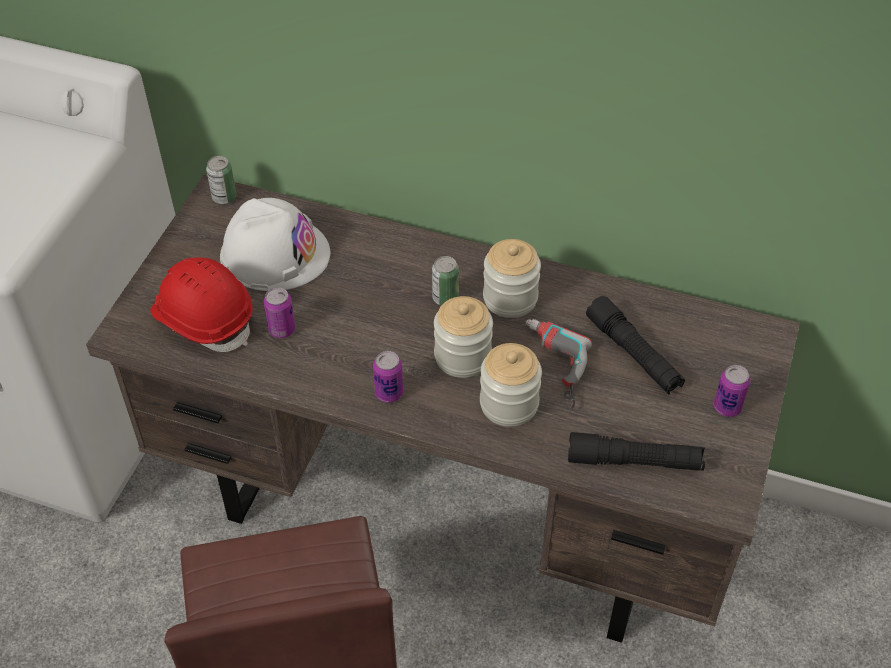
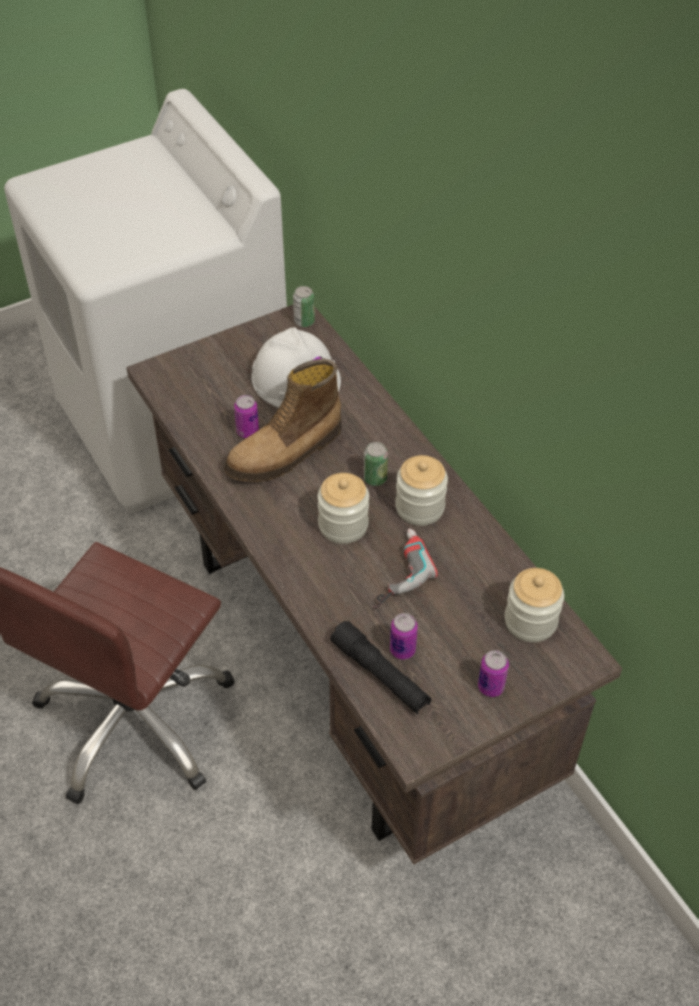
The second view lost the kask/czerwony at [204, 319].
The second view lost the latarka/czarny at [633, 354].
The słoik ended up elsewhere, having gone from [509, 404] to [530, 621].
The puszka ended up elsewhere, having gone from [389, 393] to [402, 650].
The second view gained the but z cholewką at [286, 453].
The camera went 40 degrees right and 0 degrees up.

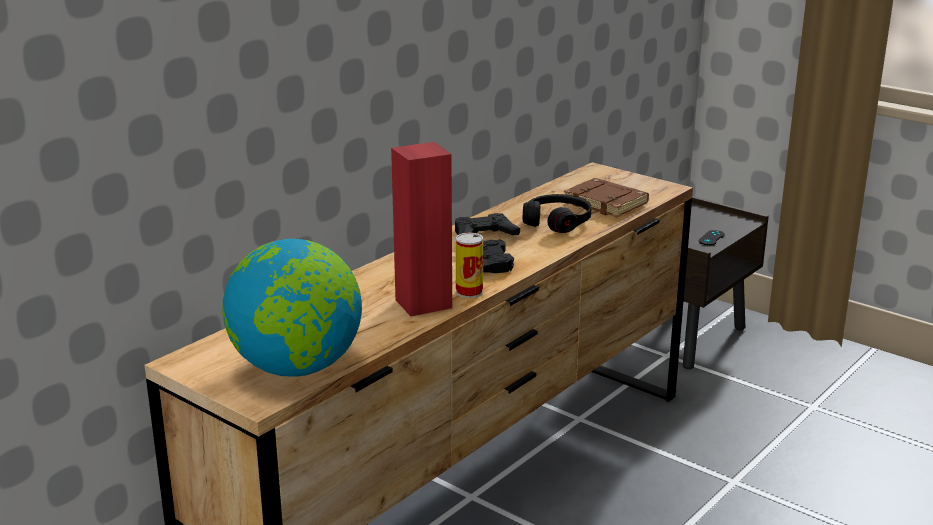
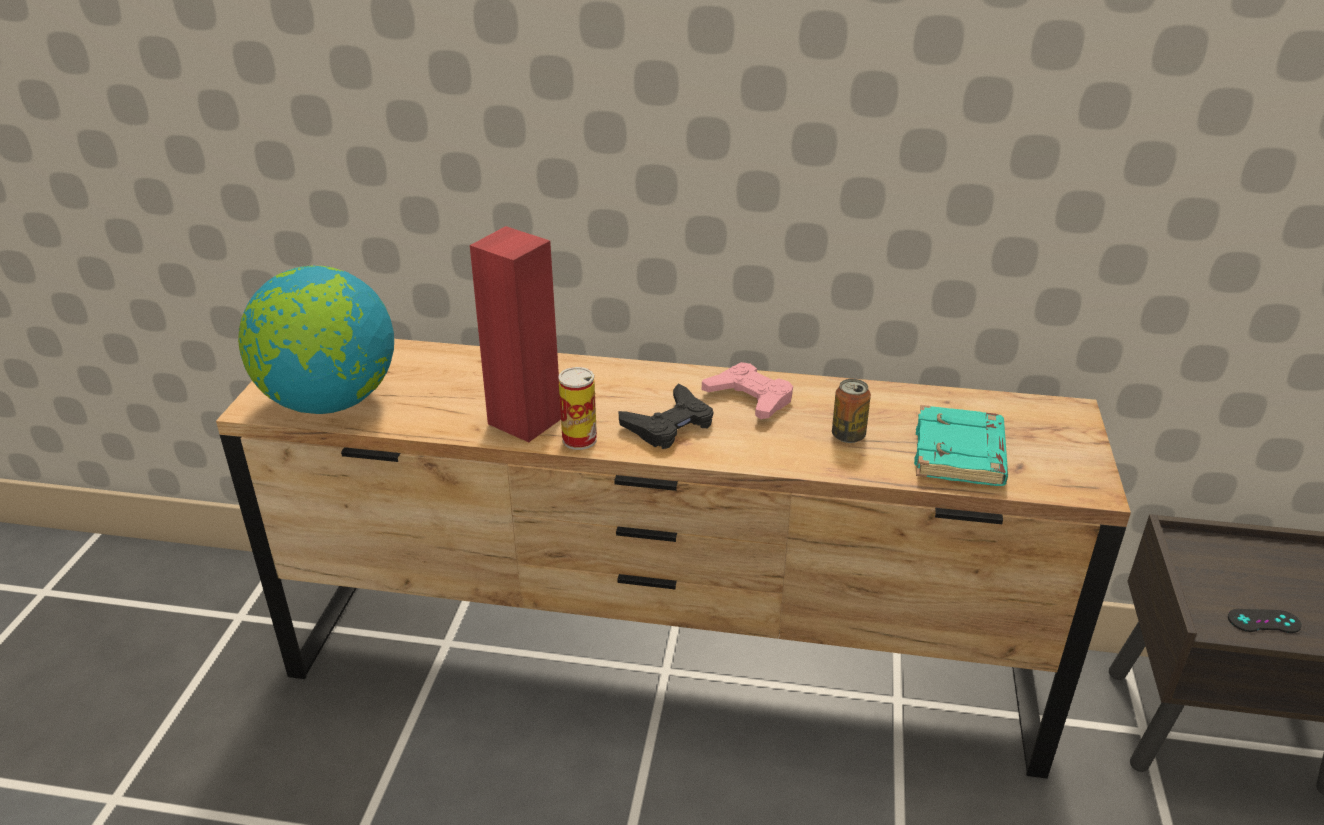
What was the książka/brązowy at [607, 203] turned into the książka/turkusowy at [961, 454].
Where the słuchawki/czarny stood at [557, 222], the puszka came to stand at [848, 435].
What was the pad do gier/czarny at [484, 234] turned into the pad do gier/różowy at [750, 398].
The camera went 60 degrees right and 10 degrees up.

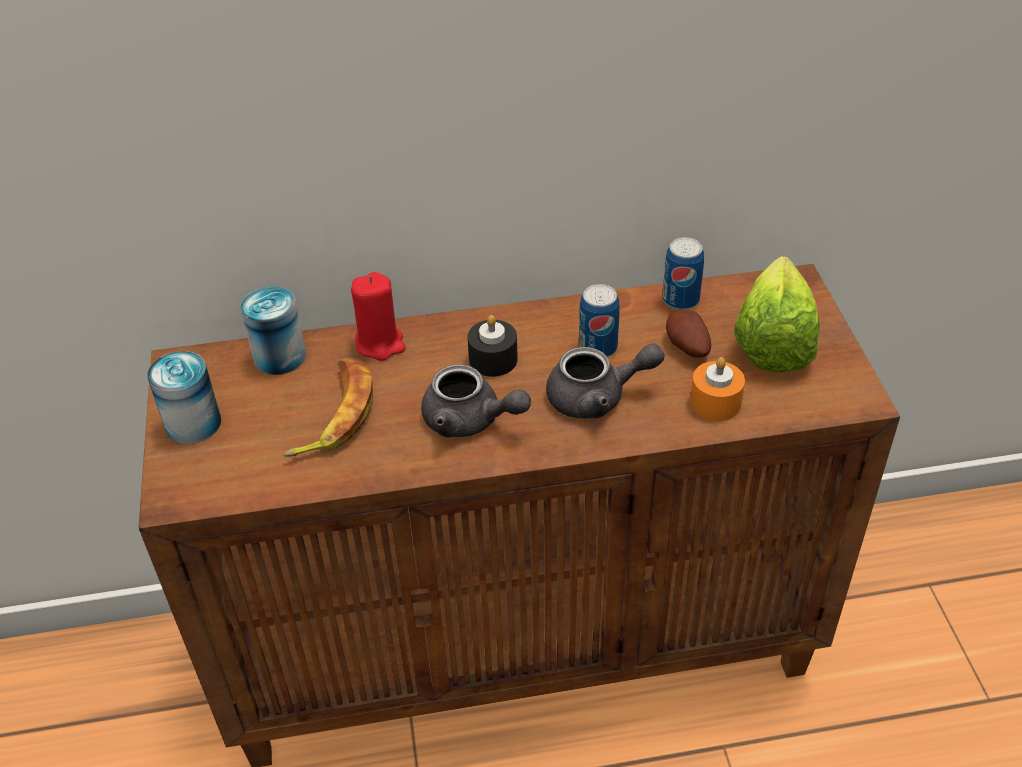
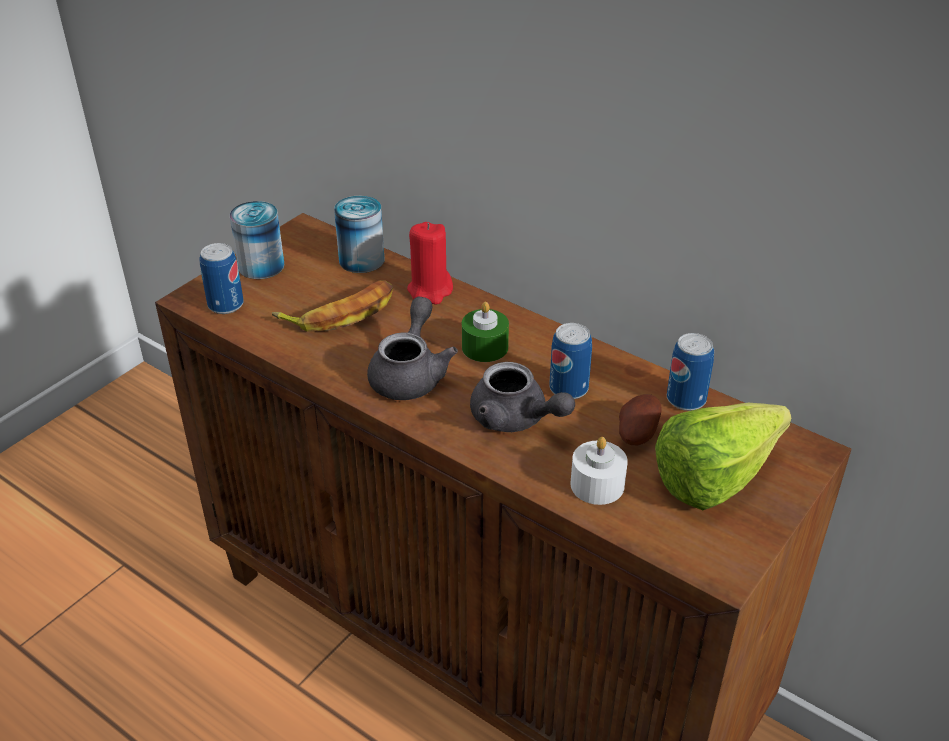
What was the świeca/czarny at [493, 359] turned into the świeca/zielony at [485, 347].
What was the świeca/pomarańczowy at [715, 402] turned into the świeca/biały at [597, 485].
The imbryk/szary at [470, 421] ended up facing another way, 150 degrees counterclockwise from before.
The second view gained the puszka at [226, 305].
The camera went 45 degrees right and 5 degrees down.

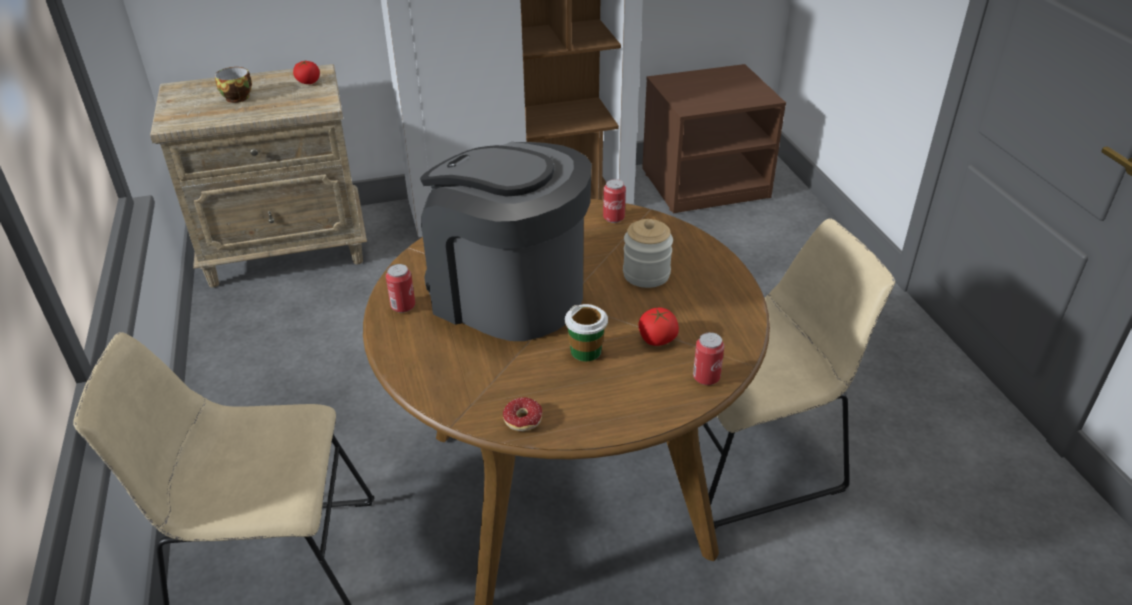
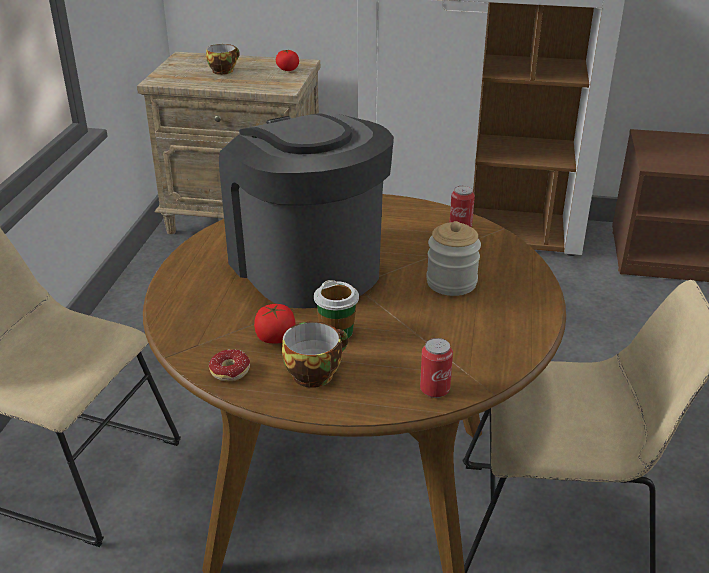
The second view lost the puszka at [403, 306].
The pomidor ended up elsewhere, having gone from [657, 339] to [275, 338].
The second view gained the filiżanka at [314, 373].
The camera went 25 degrees right and 5 degrees down.

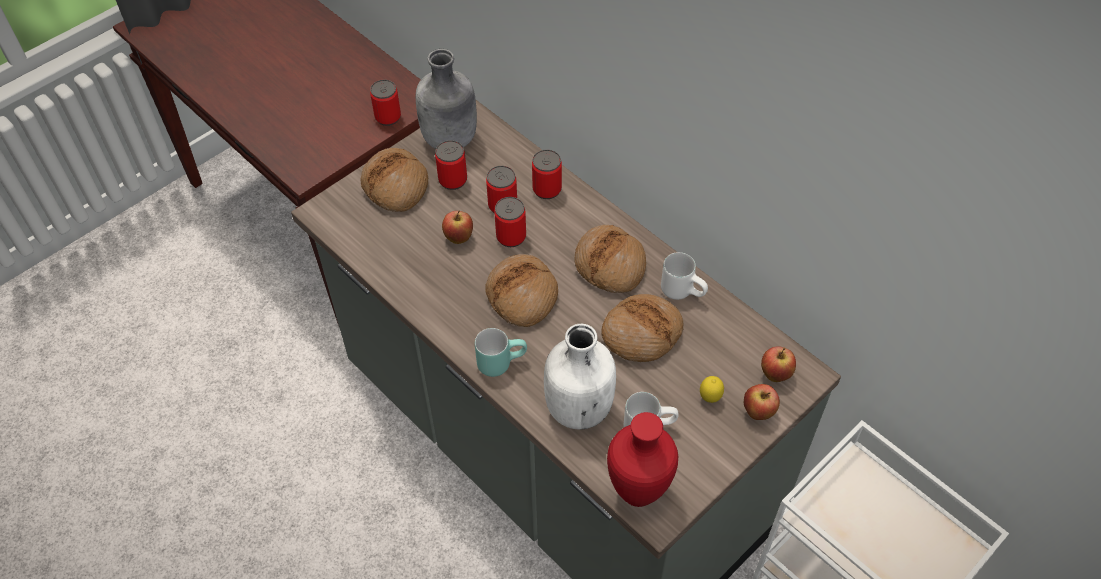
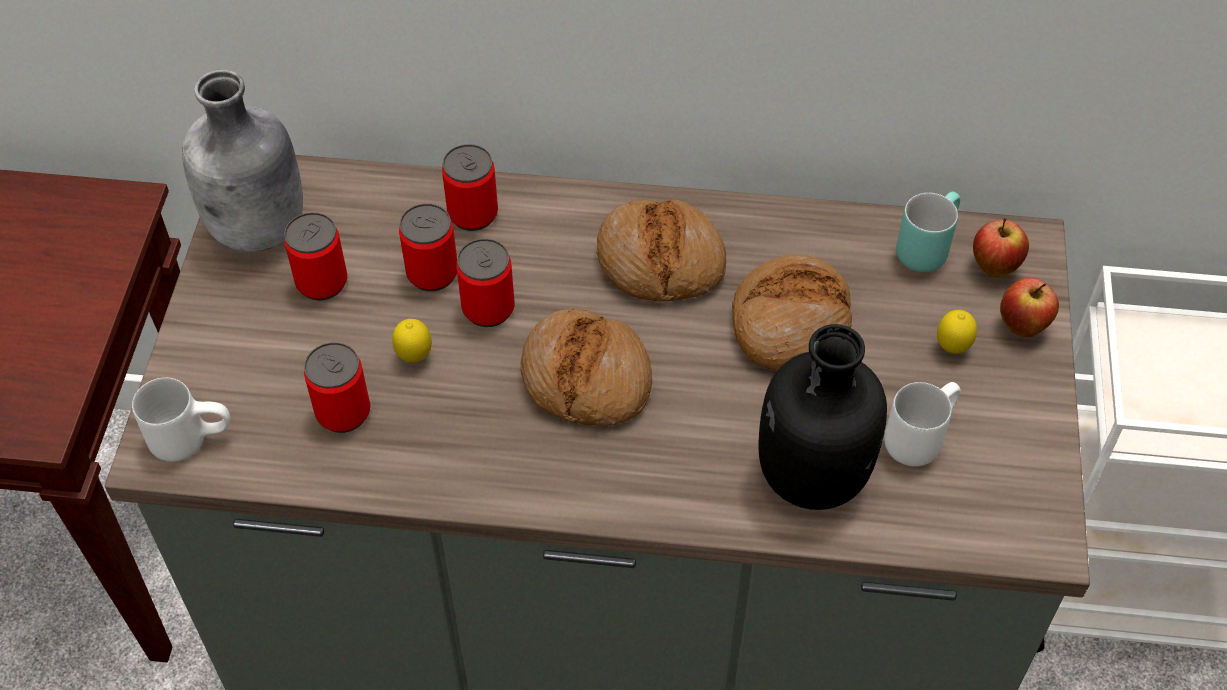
The puszka ended up elsewhere, having gone from [388, 117] to [343, 412].
The second view lost the chleb at [396, 186].
Where the jabłko stood at [459, 238], the cytryna came to stand at [414, 357].
The kubek/biały ended up elsewhere, having gone from [683, 291] to [192, 437].
What was the butelka/biały at [577, 407] turned into the butelka/czarny at [809, 475].
The kubek/turkusowy ended up elsewhere, having gone from [501, 361] to [924, 246].
The second view lost the wazon/czerwony at [635, 493].
The camera went 40 degrees left and 0 degrees up.

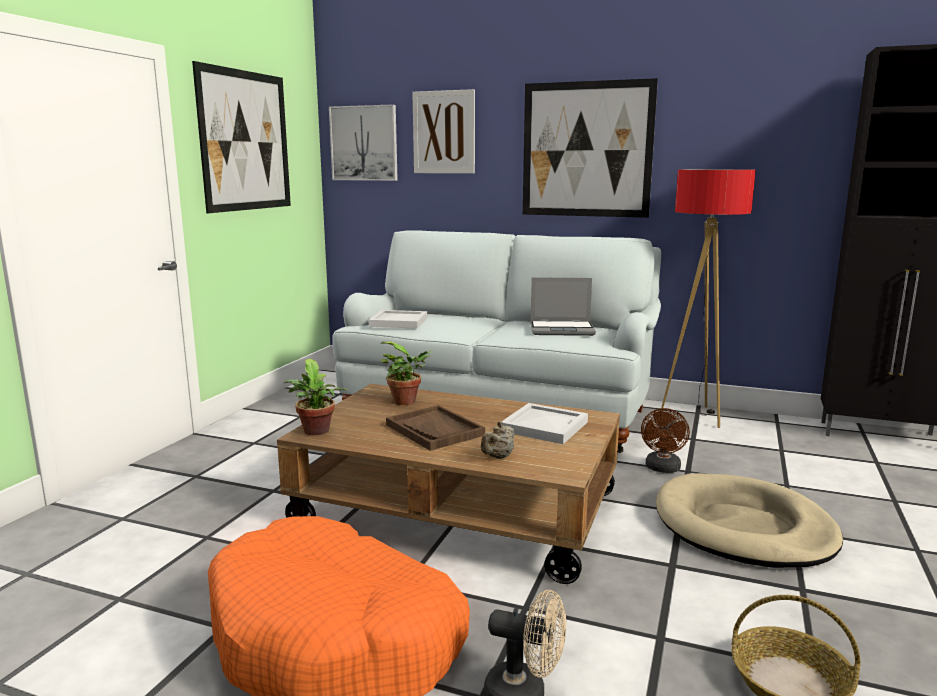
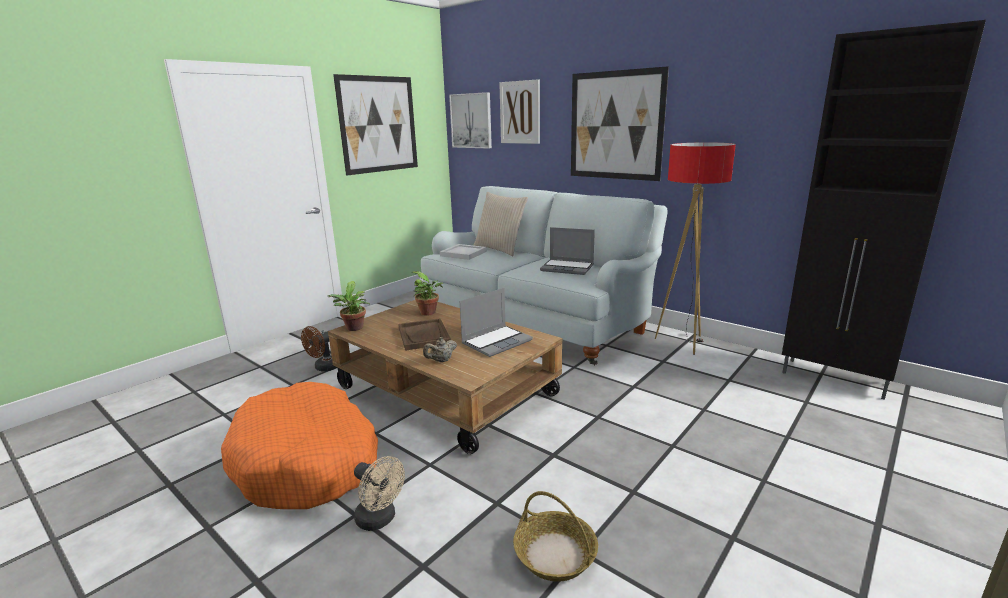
Where the taca/biały stood at [544, 426], the laptop came to stand at [497, 341].
The wentylator/brązowy ended up elsewhere, having gone from [662, 469] to [324, 368].
The second view lost the legowisko/beżowy at [743, 527].
The second view gained the poduszka/beżowy at [500, 249].
The camera went 20 degrees right and 5 degrees up.

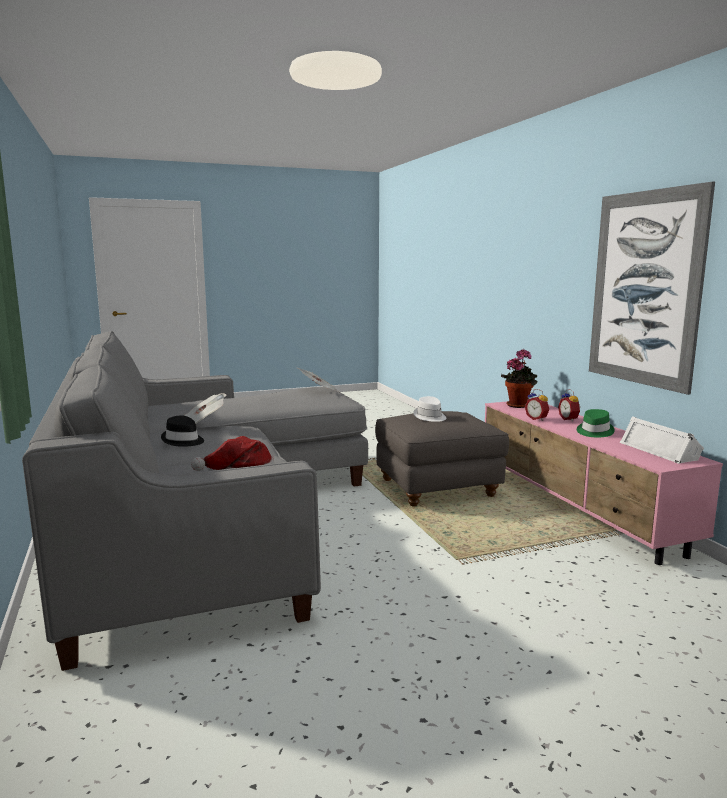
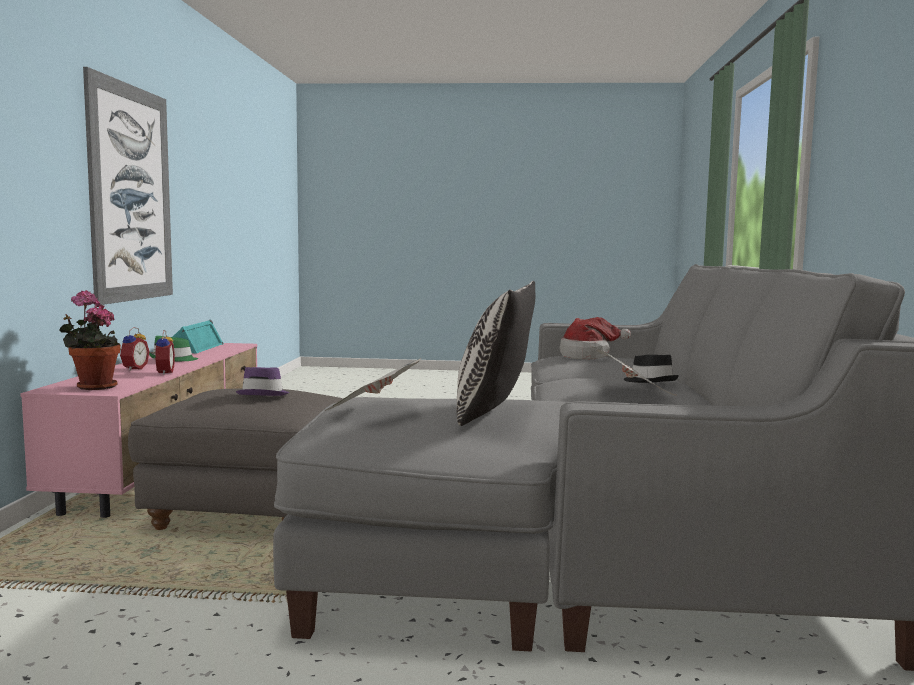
What was the kapelusz/biały at [430, 417] turned into the kapelusz/fioletowy at [264, 394].
What was the głośnik/biały at [660, 450] turned into the głośnik/turkusowy at [195, 348].
The second view gained the poduszka at [493, 414].
The camera went 155 degrees left and 5 degrees down.

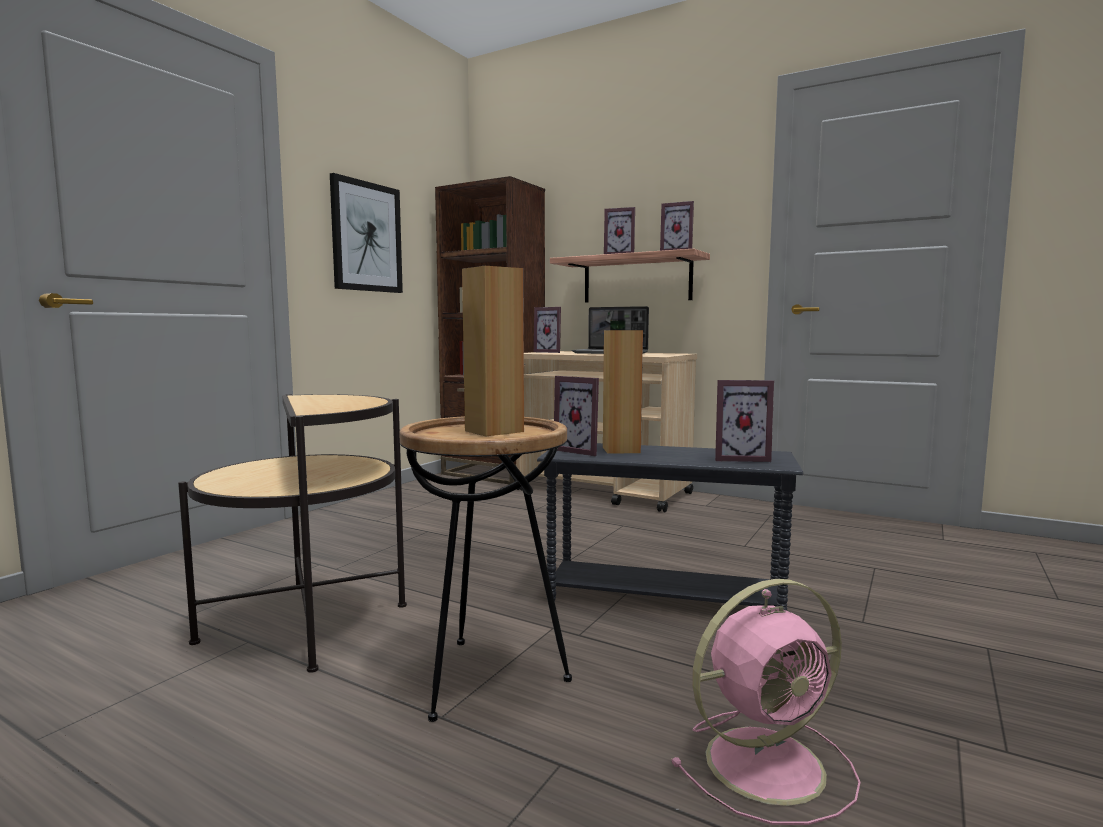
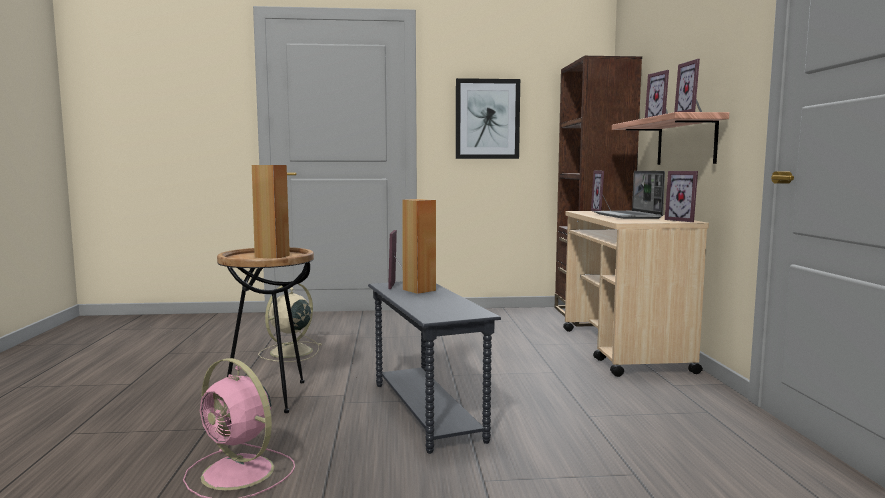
The ramka na zdjęcie ended up elsewhere, having gone from [740, 458] to [684, 220].
Where the stolik stood at [304, 623], the wentylator/beżowy came to stand at [289, 352].
The camera went 55 degrees right and 0 degrees up.

